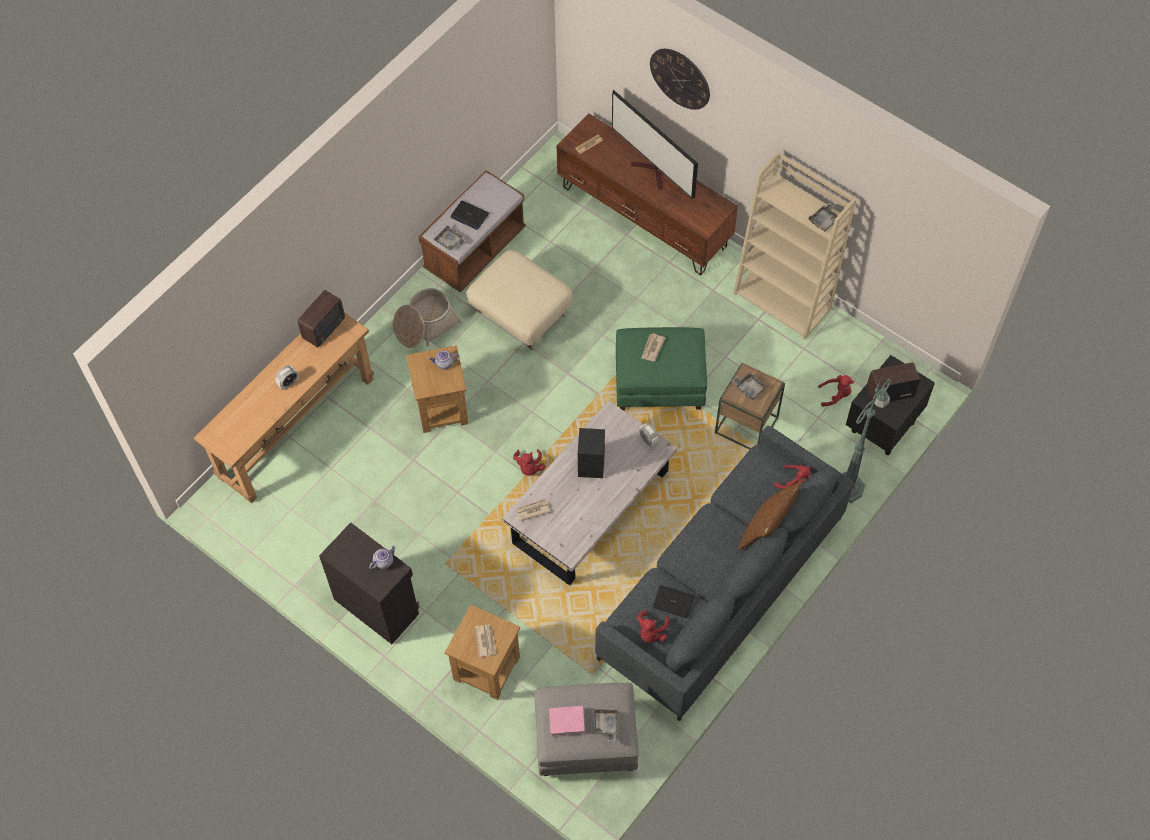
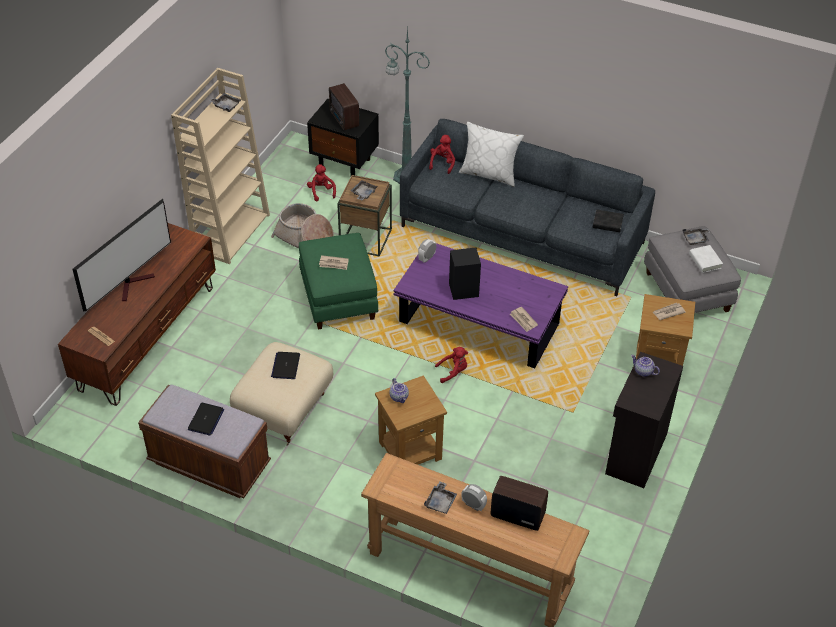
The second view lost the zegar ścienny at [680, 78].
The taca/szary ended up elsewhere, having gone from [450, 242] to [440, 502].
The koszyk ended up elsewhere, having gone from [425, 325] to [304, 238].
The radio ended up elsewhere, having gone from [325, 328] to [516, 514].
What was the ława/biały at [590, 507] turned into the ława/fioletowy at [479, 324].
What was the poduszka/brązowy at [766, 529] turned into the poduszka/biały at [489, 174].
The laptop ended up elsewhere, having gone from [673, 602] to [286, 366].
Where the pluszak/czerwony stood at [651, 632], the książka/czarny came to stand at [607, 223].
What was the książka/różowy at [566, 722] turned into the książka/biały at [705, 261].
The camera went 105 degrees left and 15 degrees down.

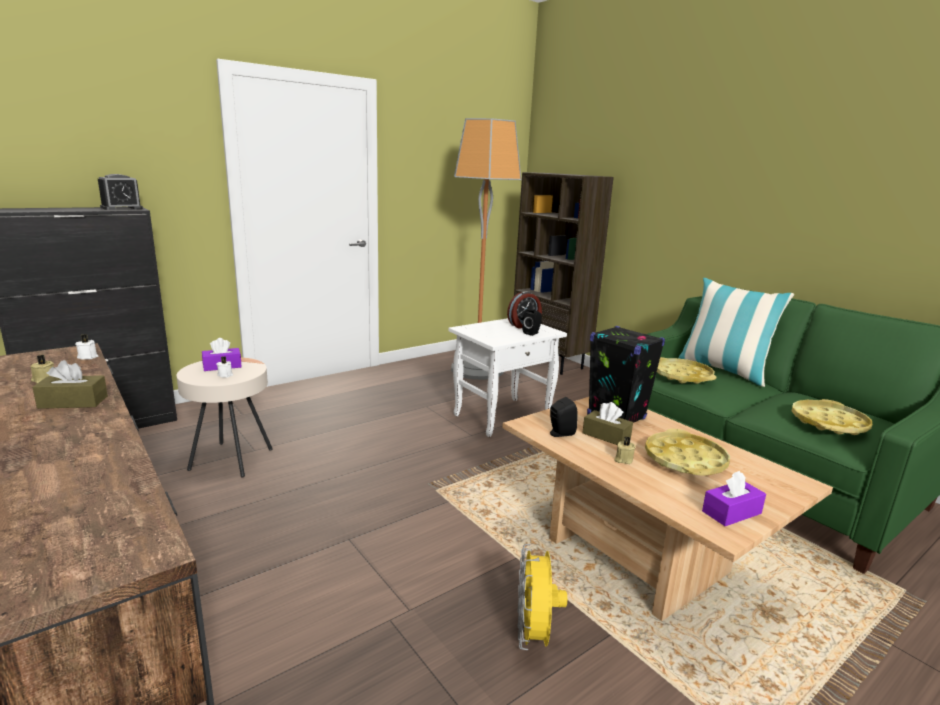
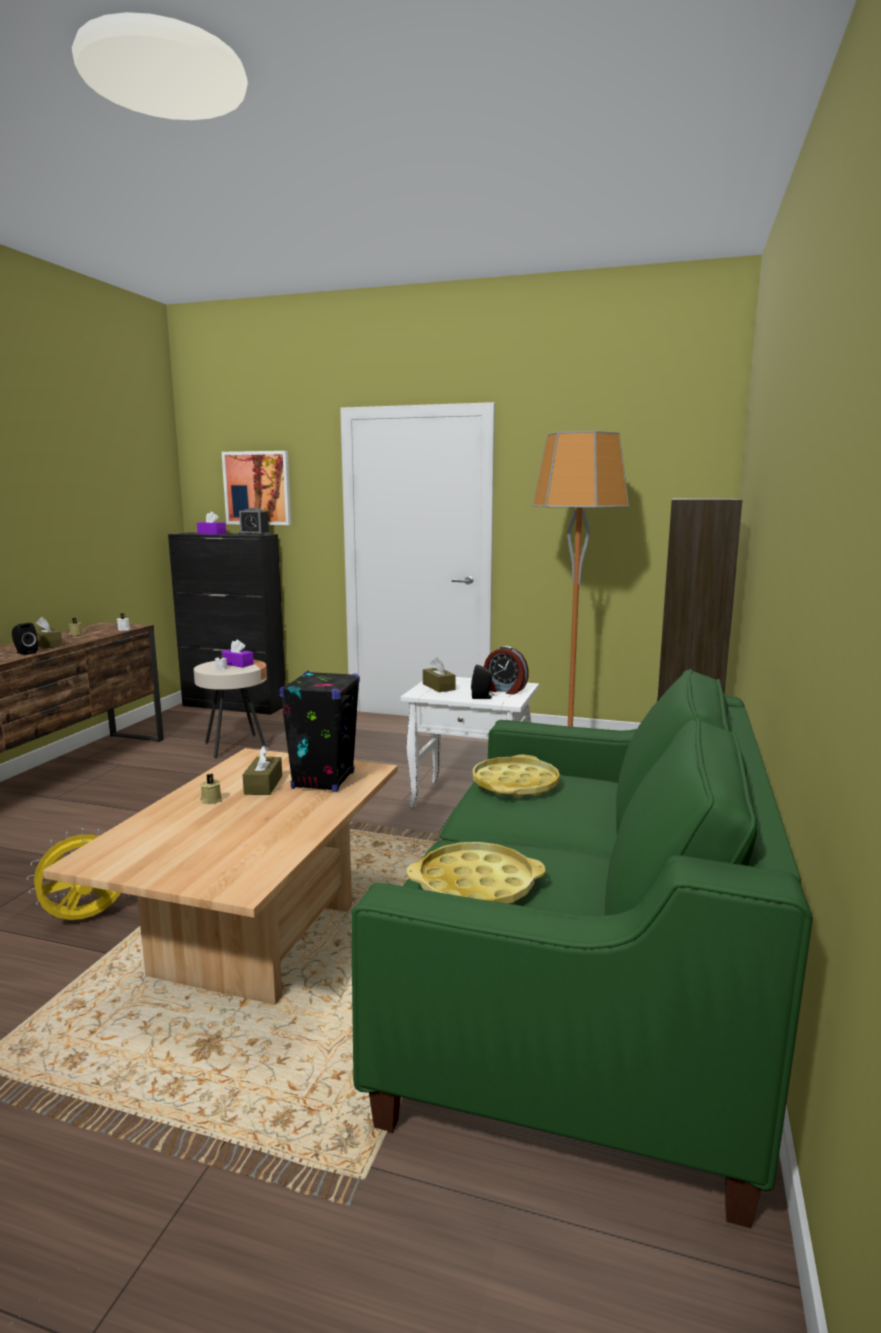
The second view lost the poduszka at [723, 370].
The głośnik/czarny ended up elsewhere, having gone from [560, 433] to [25, 653].
The second view lost the taca/żółty at [685, 460].
The pudełko chusteczek/fioletowy ended up elsewhere, having gone from [731, 512] to [211, 534].
The second view gained the obraz at [257, 488].
The second view gained the pudełko chusteczek/brązowy at [438, 687].
The camera went 55 degrees right and 5 degrees down.

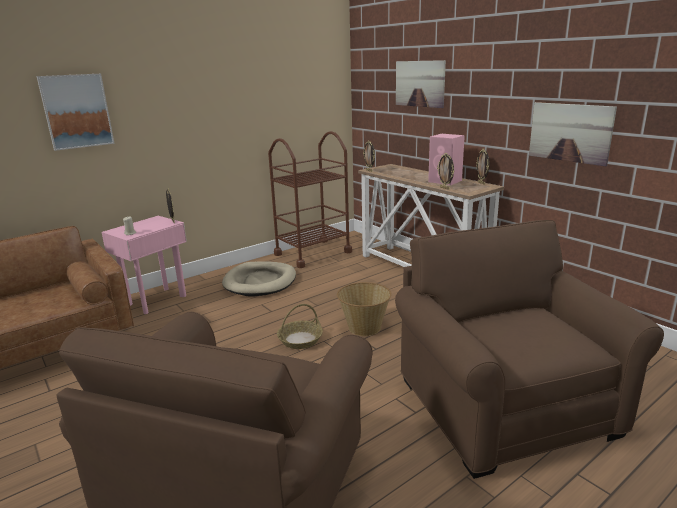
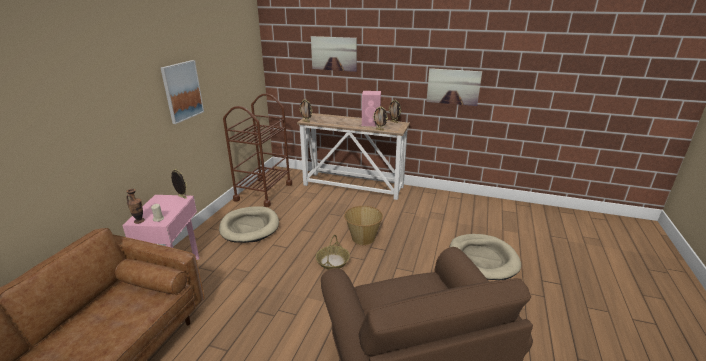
The obraz ended up elsewhere, having gone from [77, 111] to [182, 91].
Where the fotel/brązowy stood at [505, 406], the legowisko/beżowy came to stand at [483, 259].
The second view gained the wazon at [139, 221].
The camera went 35 degrees left and 5 degrees up.

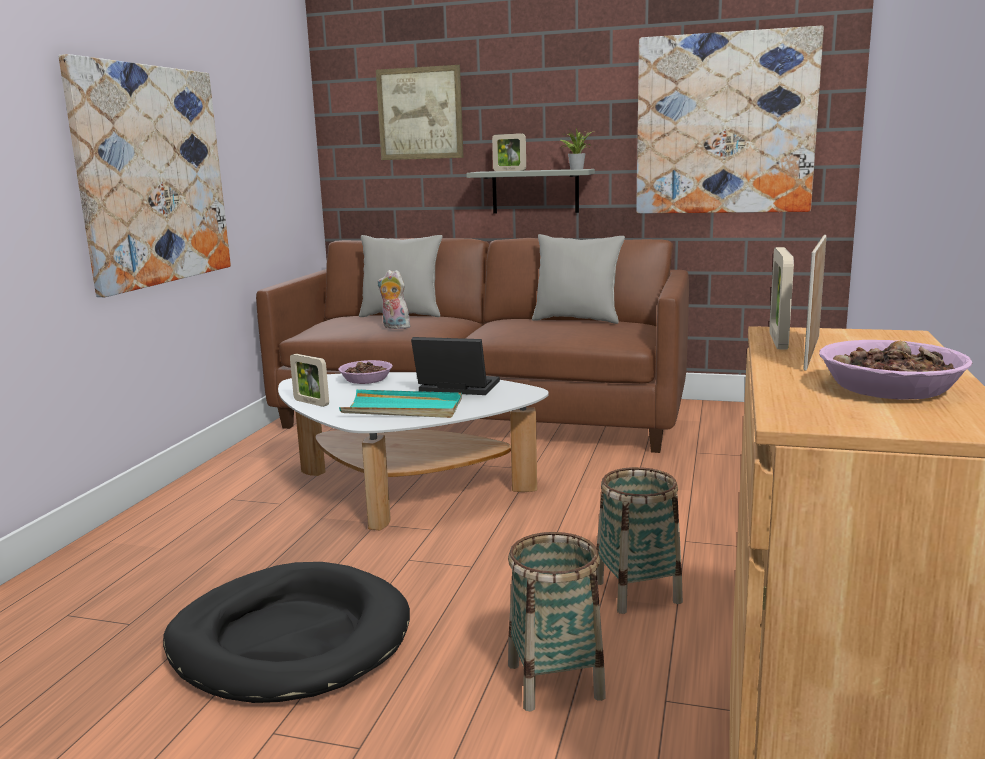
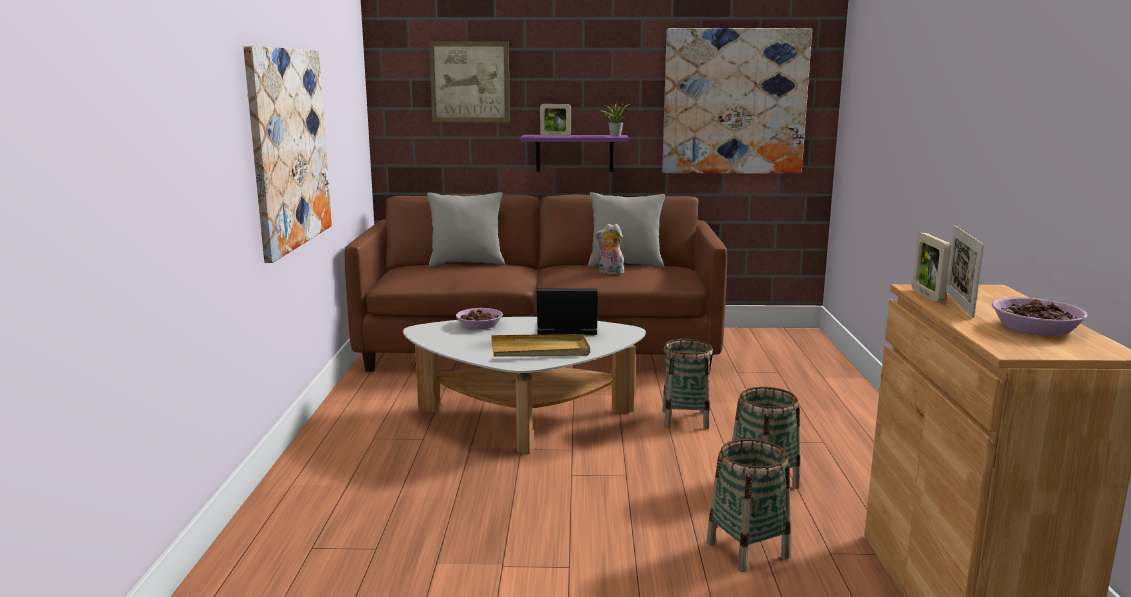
What was the półka/szary at [535, 191] turned into the półka/fioletowy at [574, 153].
The pluszak ended up elsewhere, having gone from [394, 327] to [610, 273].
The second view lost the ramka na zdjęcie at [311, 403].
What was the taca/turkusowy at [403, 409] turned into the taca/beżowy at [540, 350].
The second view lost the legowisko/czarny at [290, 639].
The second view gained the koszyk at [685, 419].
The camera went 15 degrees left and 0 degrees up.

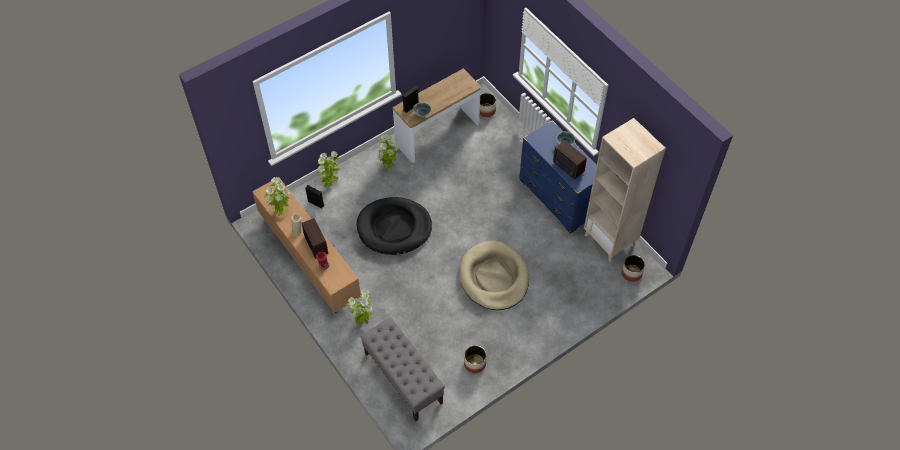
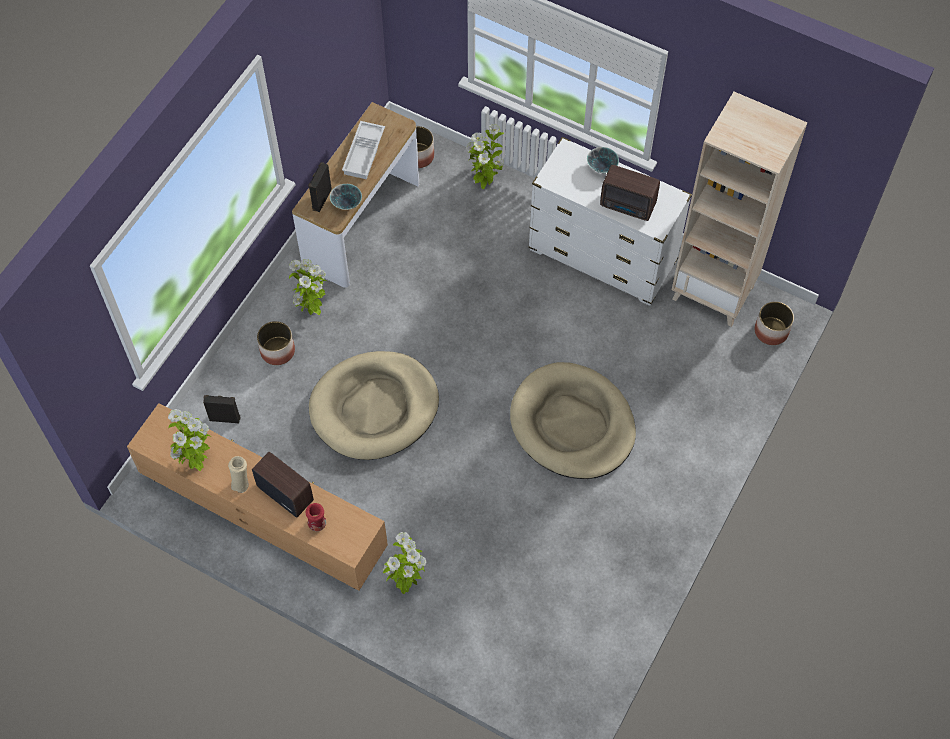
What was the komoda/niebieski at [558, 198] turned into the komoda/biały at [602, 257].
The roślina doniczkowa ended up elsewhere, having gone from [331, 184] to [485, 182].
What was the legowisko/czarny at [394, 228] turned into the legowisko/beżowy at [374, 407].
The second view lost the ławka/szary at [403, 378].
The donica ended up elsewhere, having gone from [474, 363] to [277, 351].
The second view gained the taca/biały at [364, 153].
The camera went 25 degrees left and 5 degrees up.

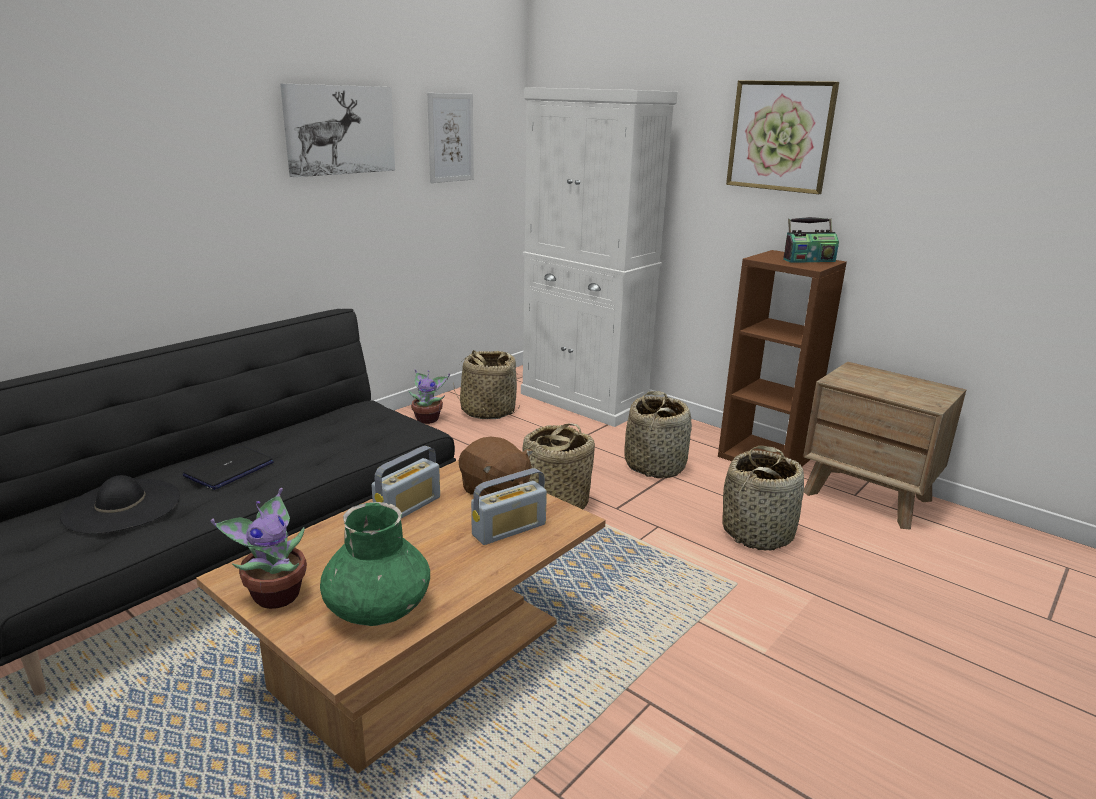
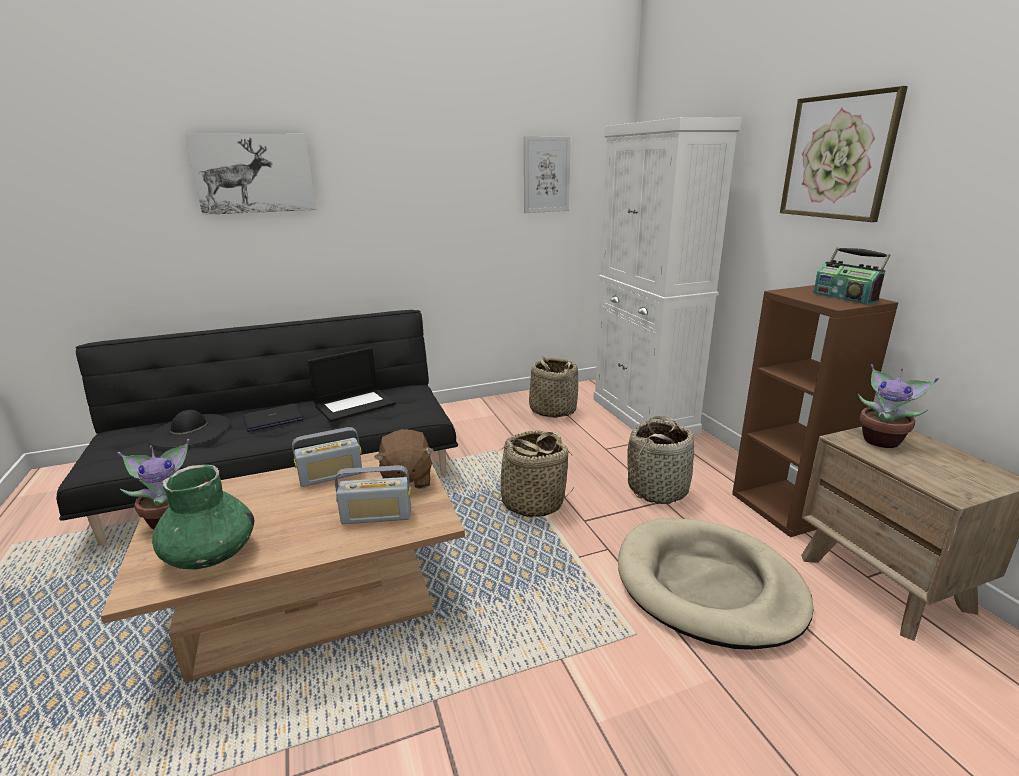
The obraz ended up elsewhere, having gone from [339, 130] to [254, 173].
The radio at [808, 260] ended up facing another way, 45 degrees clockwise from before.
The roślina doniczkowa ended up elsewhere, having gone from [428, 419] to [882, 440].
Where the koszyk stood at [758, 532], the legowisko/beżowy came to stand at [708, 586].
The second view gained the laptop at [355, 404].
The camera went 30 degrees right and 0 degrees up.

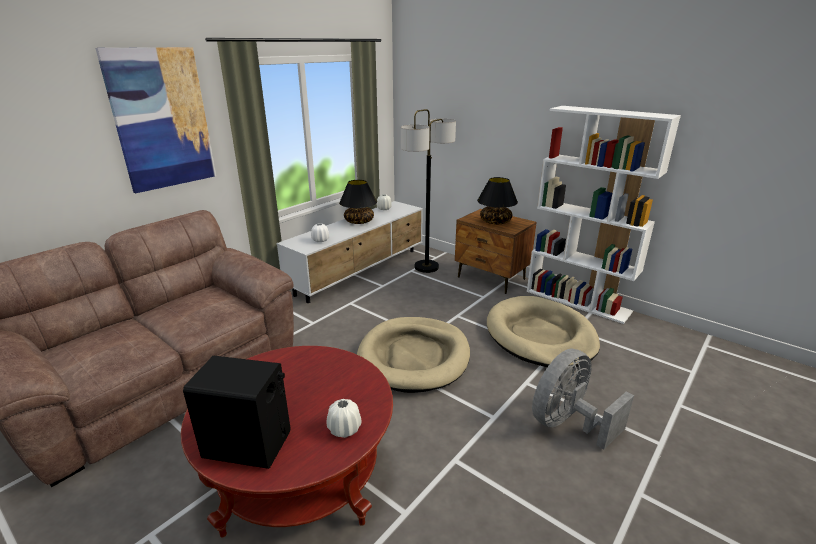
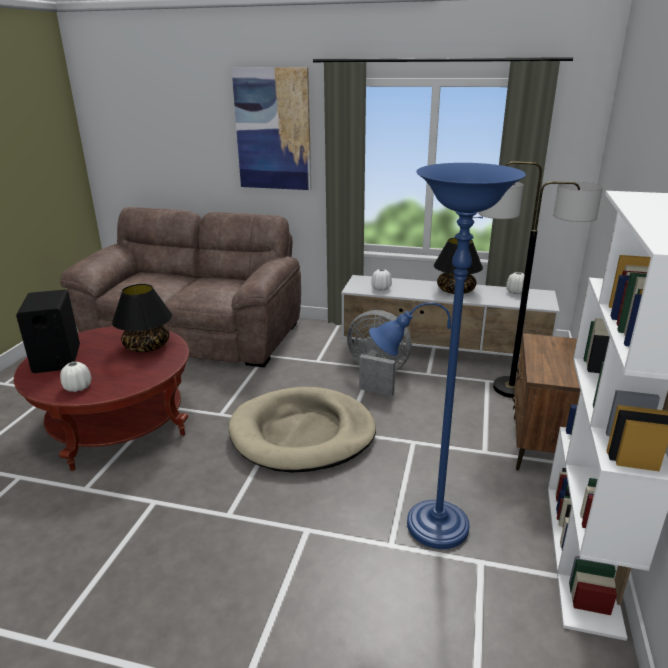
The lampa stołowa/czarny ended up elsewhere, having gone from [495, 222] to [146, 346].
Where the legowisko/beżowy stood at [540, 336], the lampa stojąca/niebieski came to stand at [428, 525].
The wentylator/szary ended up elsewhere, having gone from [568, 424] to [377, 375].
The camera went 65 degrees right and 0 degrees up.

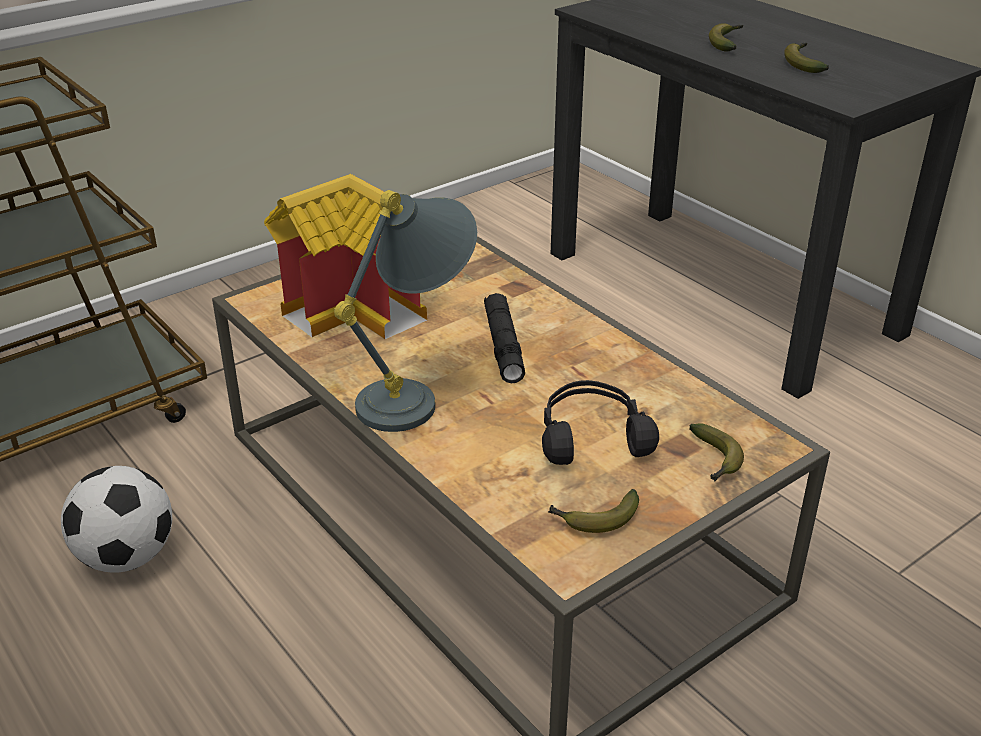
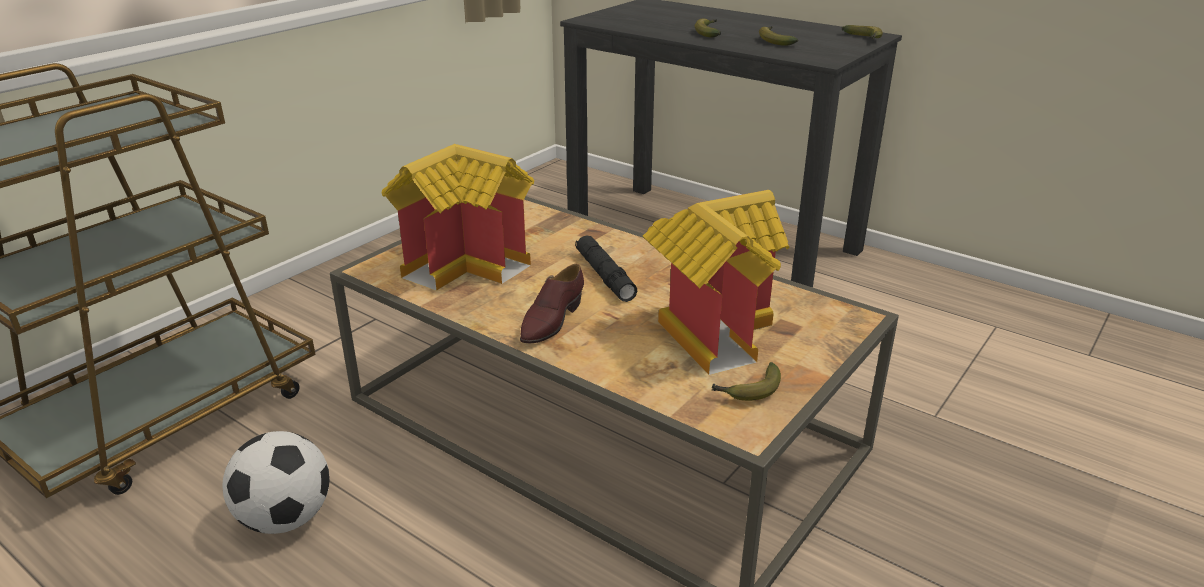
Where the lampa stołowa/szary stood at [417, 394], the but/brązowy came to stand at [551, 320].
Where the słuchawki/czarny stood at [591, 435], the domek came to stand at [711, 330].
The banan ended up elsewhere, having gone from [715, 461] to [864, 39].
The camera went 15 degrees left and 5 degrees down.

